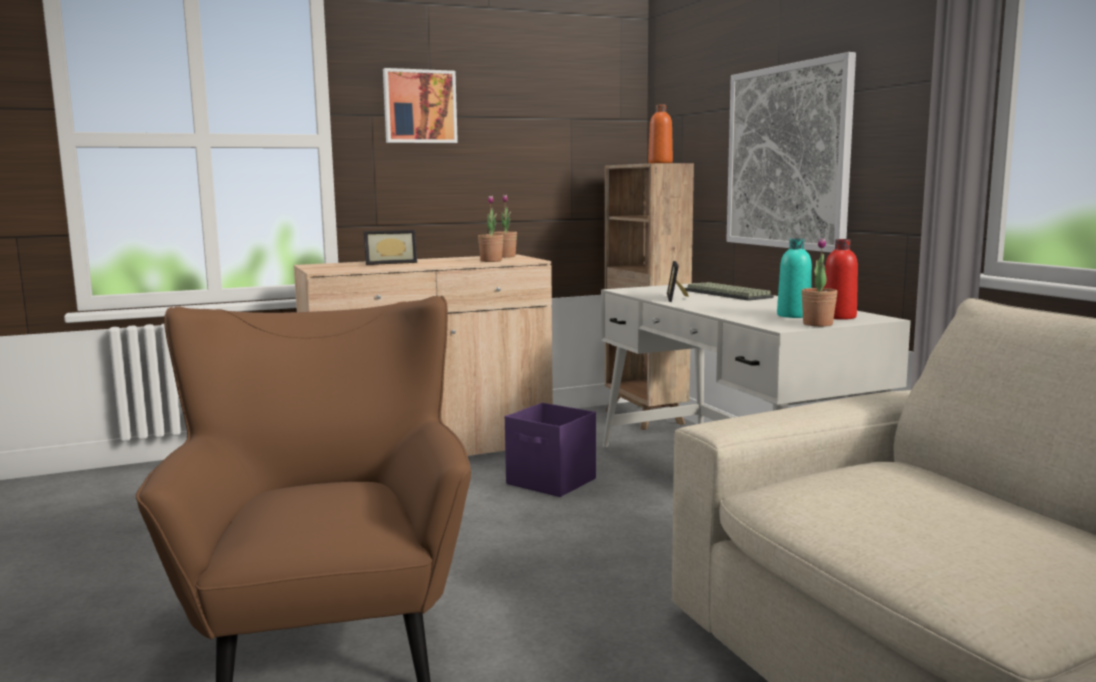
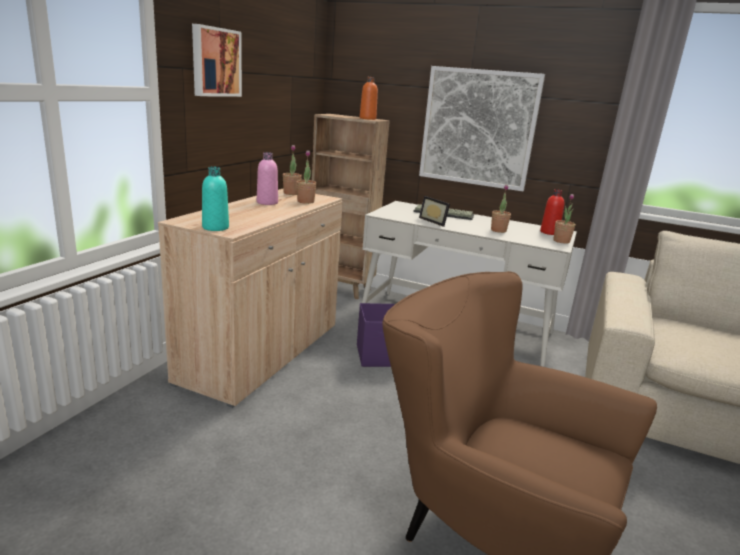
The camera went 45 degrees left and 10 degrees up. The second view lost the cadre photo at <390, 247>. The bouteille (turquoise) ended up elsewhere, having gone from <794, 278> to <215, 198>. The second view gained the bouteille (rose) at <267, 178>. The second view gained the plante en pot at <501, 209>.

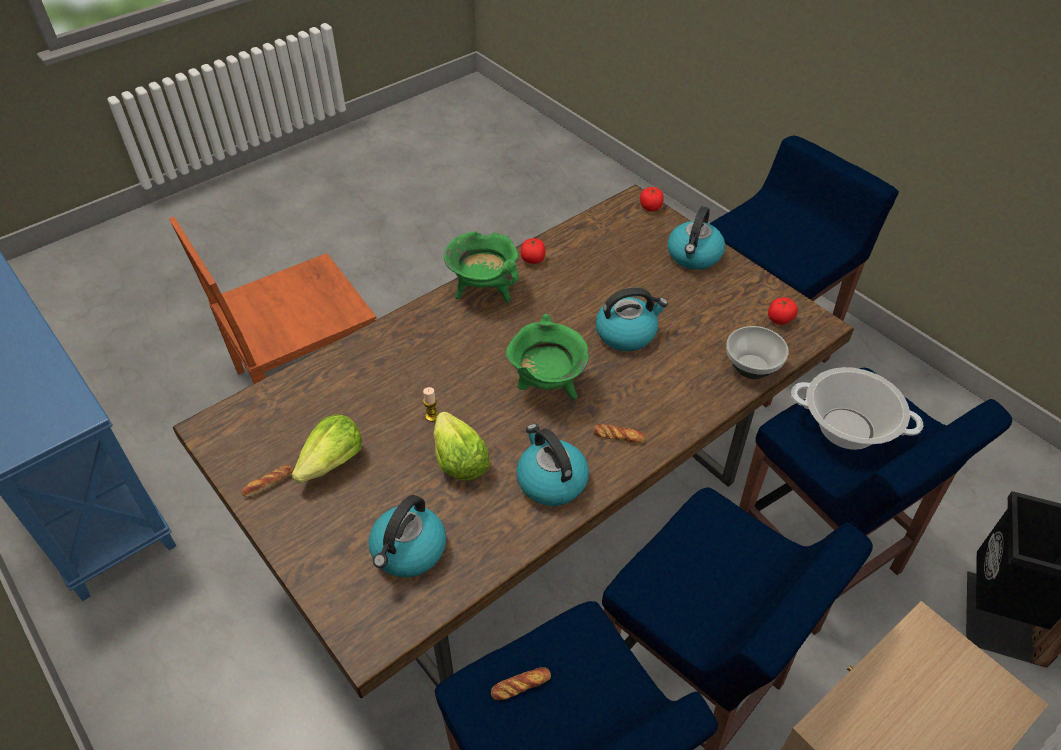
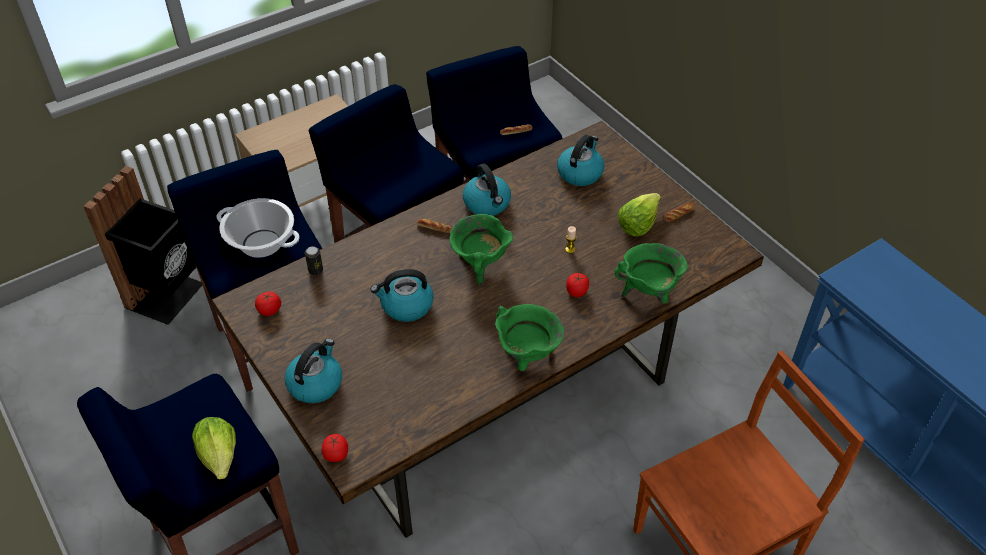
The camera went 175 degrees left and 0 degrees up. The tomate ended up elsewhere, having gone from <533, 251> to <577, 285>. Where the bol stood at <757, 352>, the boîte métallique came to stand at <314, 260>. The laitue ended up elsewhere, having gone from <462, 446> to <214, 448>. The second view gained the marmite (vert) at <651, 273>.

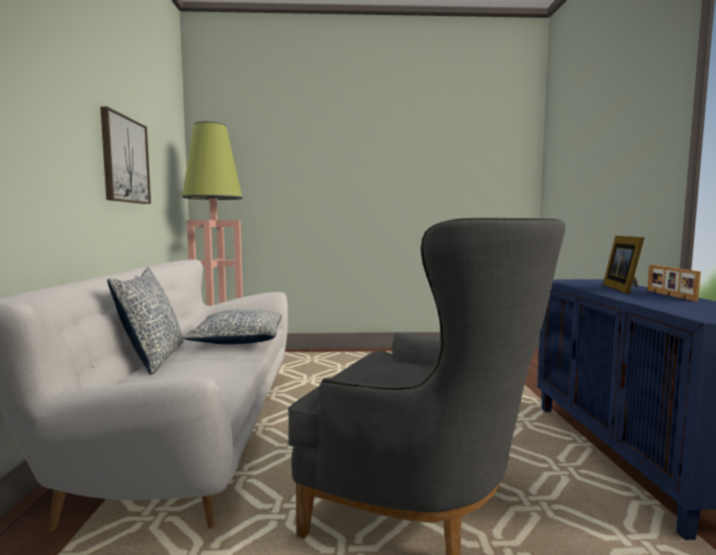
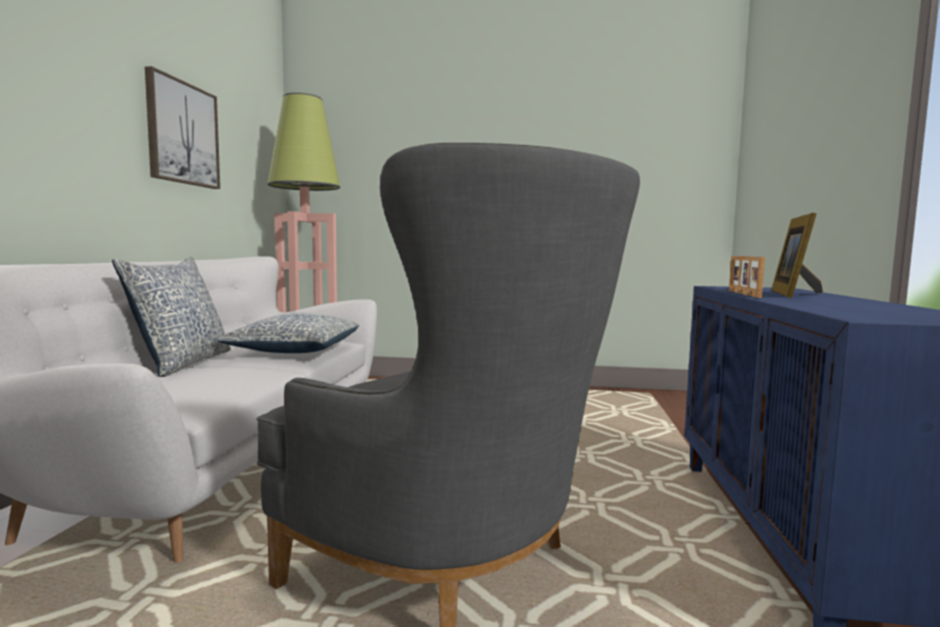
The camera went 10 degrees right and 0 degrees up. The cadre photo ended up elsewhere, having gone from <674, 283> to <747, 277>.

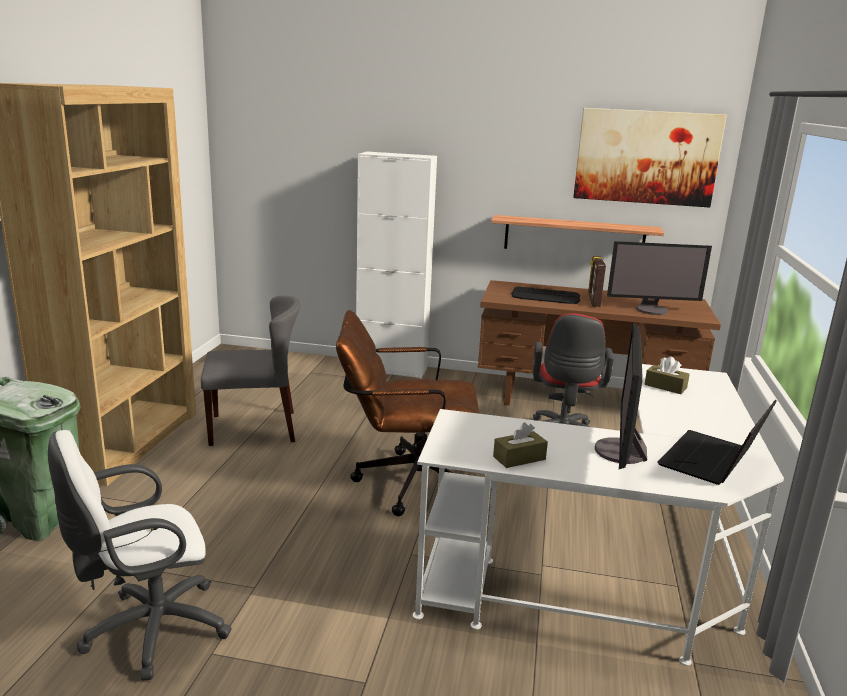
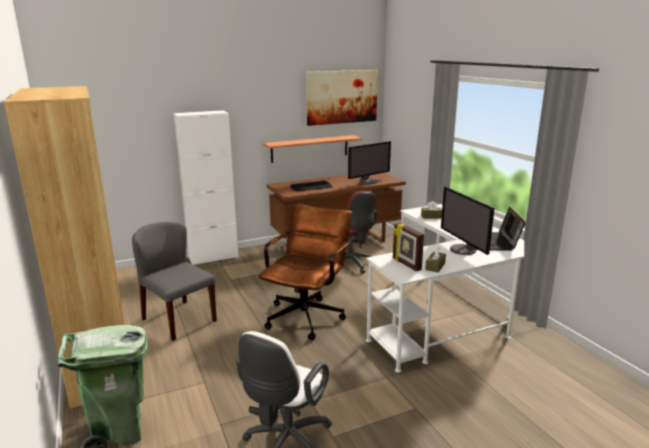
The camera went 35 degrees left and 0 degrees up. The cadre photo ended up elsewhere, having gone from <597, 281> to <408, 247>. The chaise (gris) at <250, 370> ended up facing another way, 90 degrees counterclockwise from before. The chaise de bureau (marron) at <408, 413> ended up facing another way, 150 degrees clockwise from before.

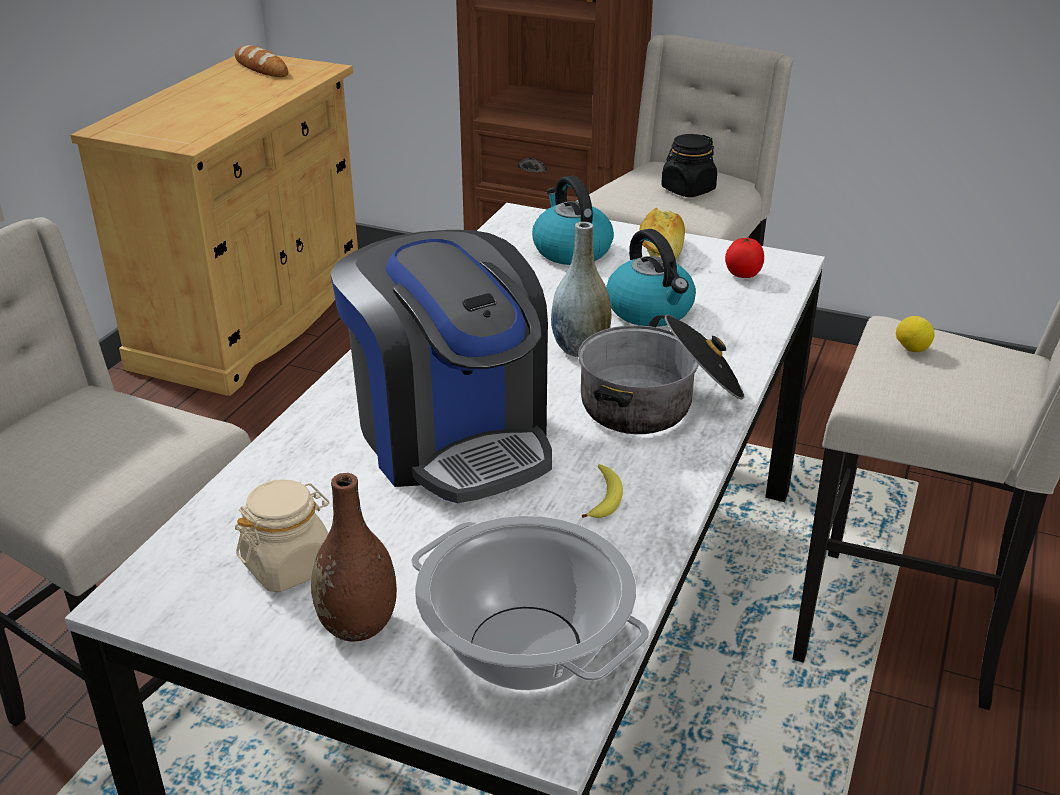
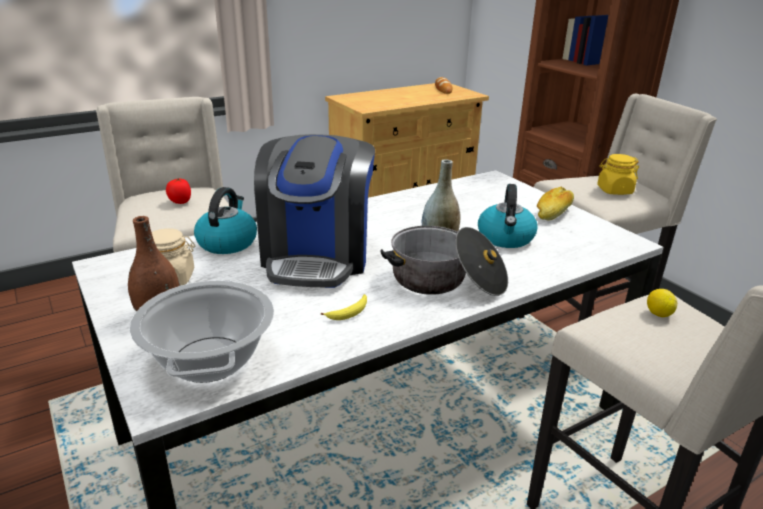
The camera went 35 degrees right and 5 degrees down. What was the bocal (noir) at <689, 165> turned into the bocal (jaune) at <618, 174>. The bouilloire ended up elsewhere, having gone from <573, 220> to <225, 220>. The tomate ended up elsewhere, having gone from <744, 257> to <178, 191>.

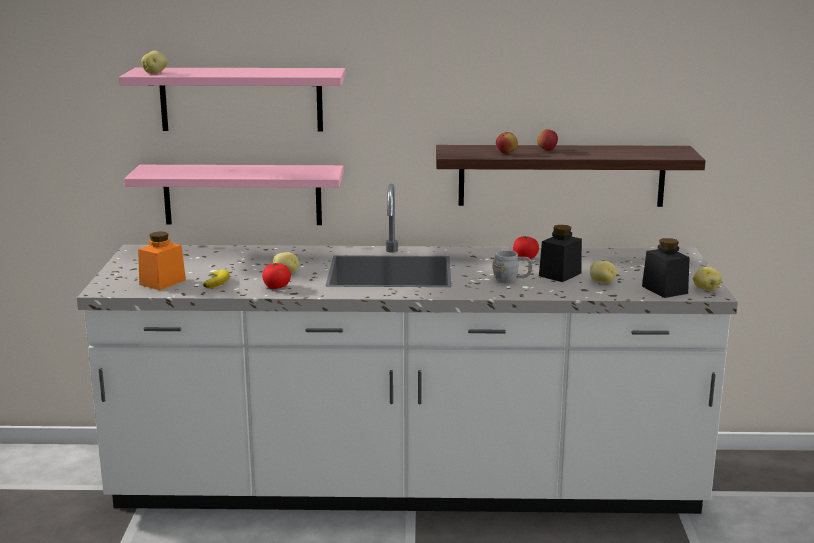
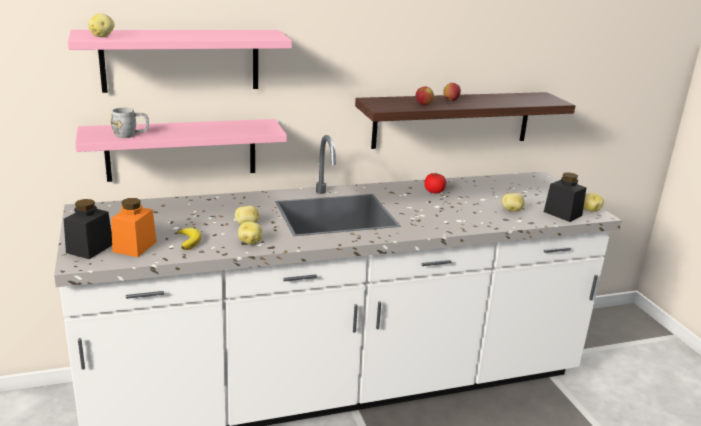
The camera went 20 degrees left and 5 degrees up. The bocal (noir) ended up elsewhere, having gone from <560, 253> to <88, 229>. The mug (gris) ended up elsewhere, having gone from <512, 266> to <129, 123>. Where the tomate stood at <276, 276>, the pomme de terre came to stand at <250, 232>.

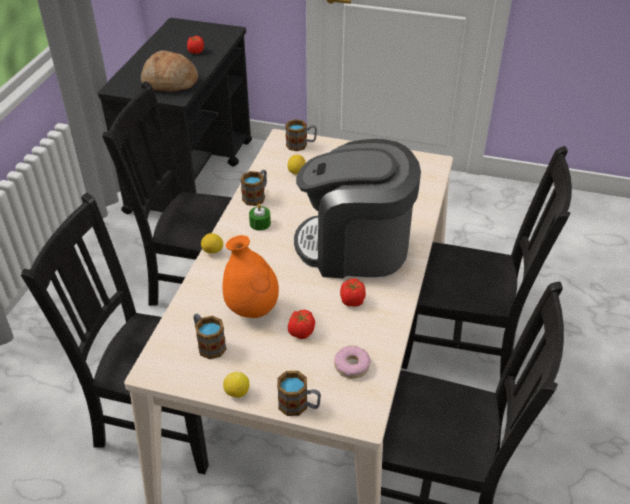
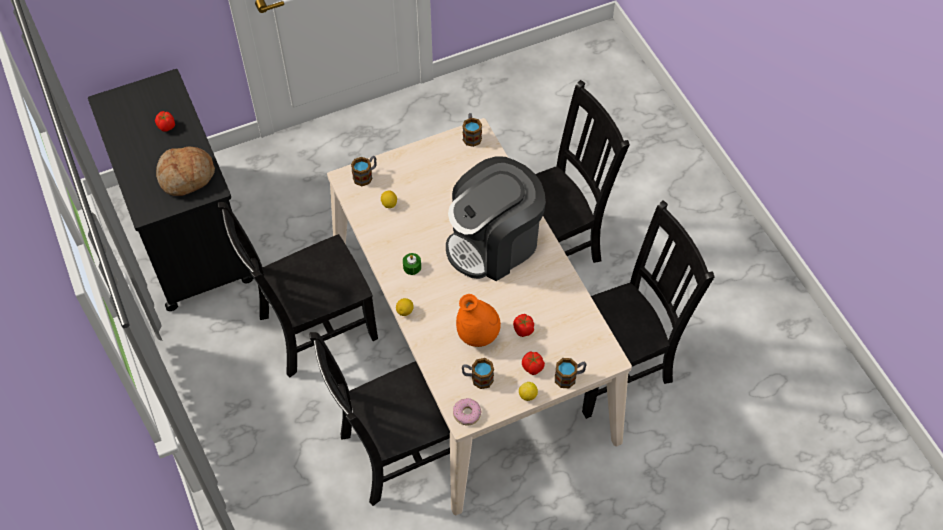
The camera went 40 degrees left and 15 degrees up. The mug ended up elsewhere, having gone from <253, 188> to <472, 130>. The tomate ended up elsewhere, having gone from <353, 292> to <533, 363>. The beignet ended up elsewhere, having gone from <352, 362> to <467, 412>.

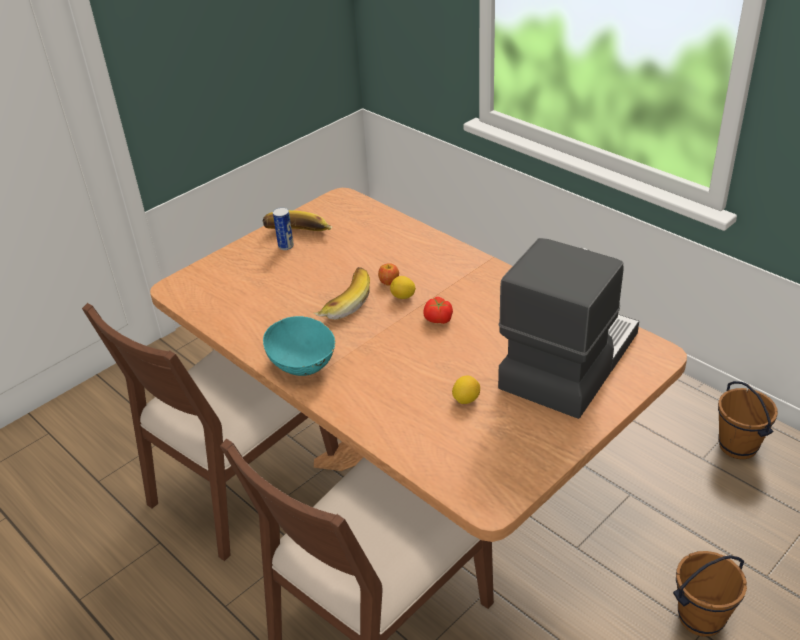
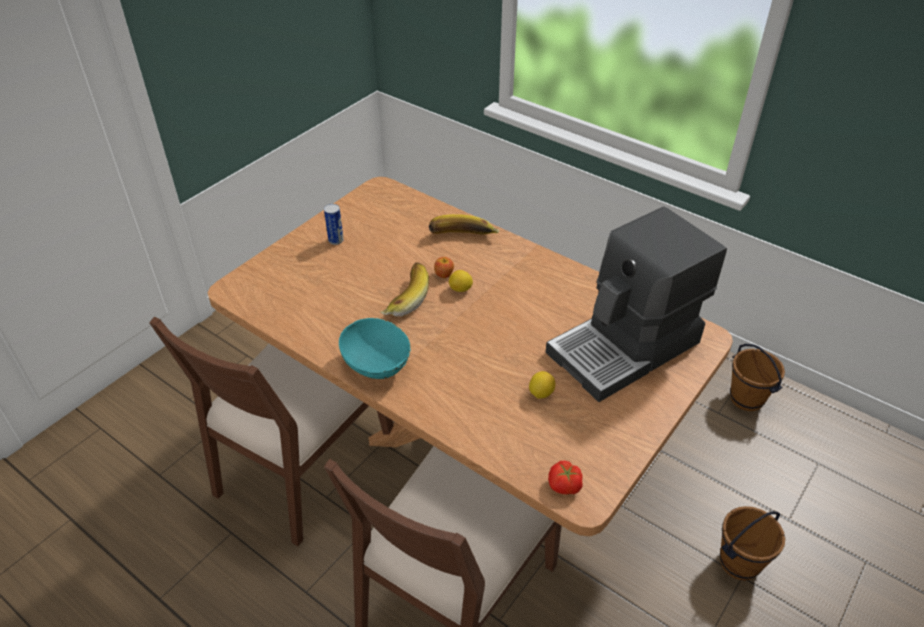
The camera went 10 degrees left and 5 degrees up. The banane ended up elsewhere, having gone from <297, 220> to <464, 224>. The machine à café at <568, 328> ended up facing another way, 150 degrees counterclockwise from before. The tomate ended up elsewhere, having gone from <438, 310> to <565, 477>.

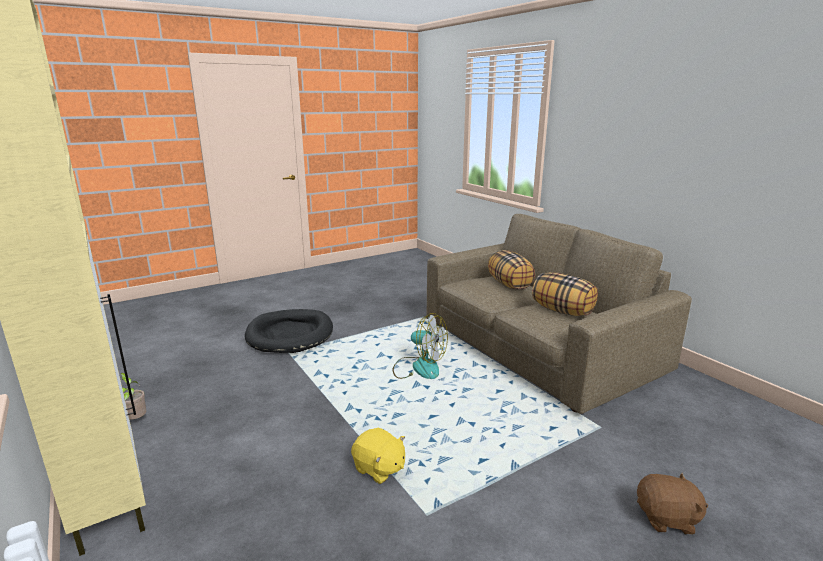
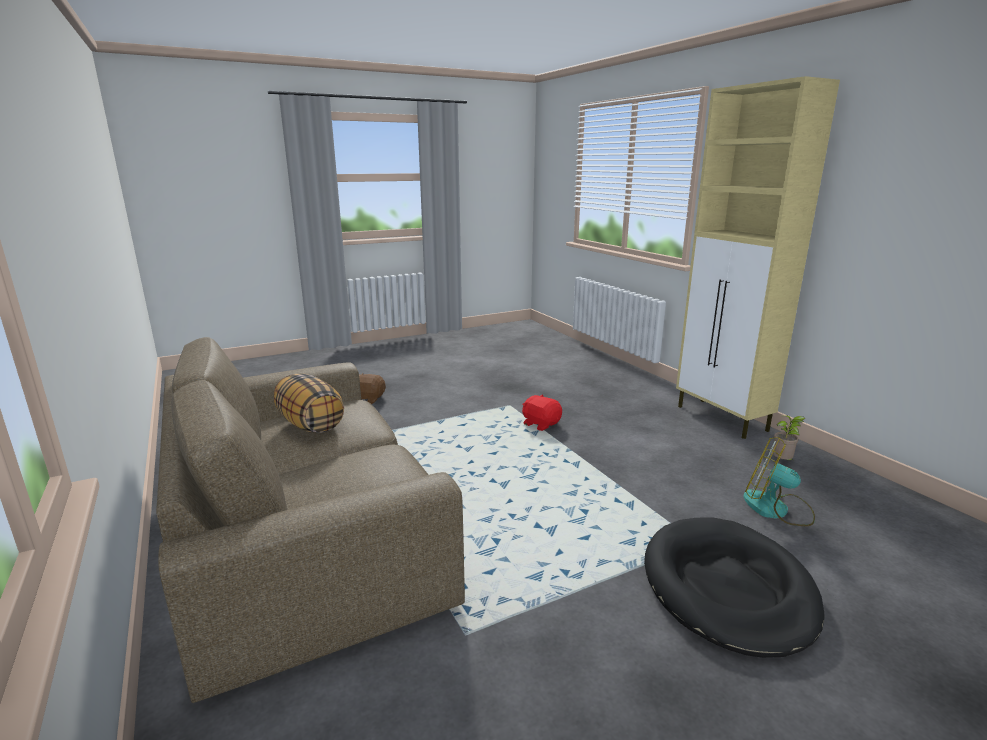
The camera went 175 degrees left and 0 degrees up. The second view lost the coussin at <511, 269>. The ventilateur ended up elsewhere, having gone from <420, 346> to <779, 481>. What was the peluche (jaune) at <378, 455> turned into the peluche (rouge) at <542, 413>.

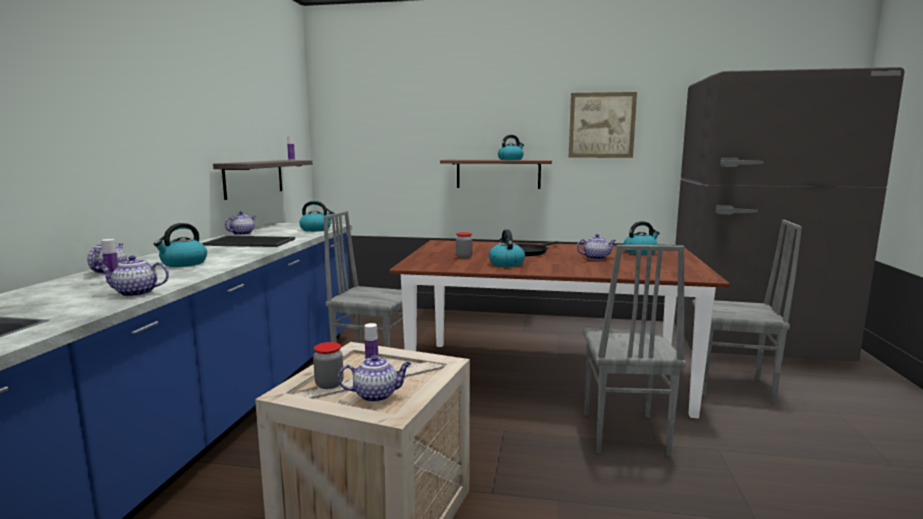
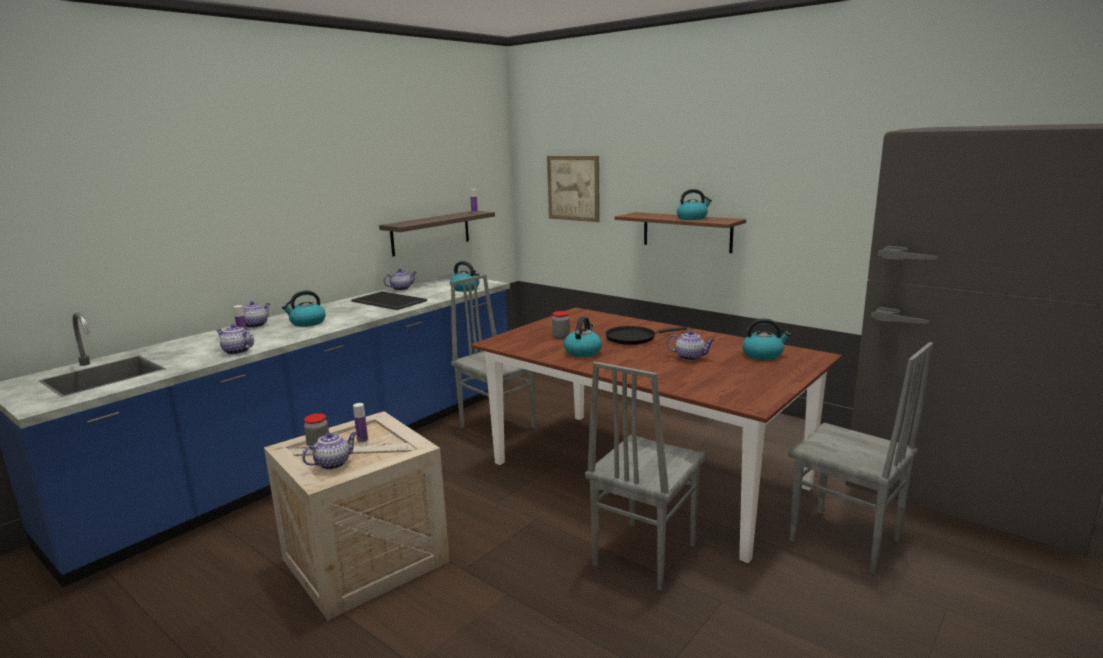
The camera went 30 degrees right and 5 degrees up. The tableau ended up elsewhere, having gone from <603, 125> to <573, 189>. The théière at <374, 378> ended up facing another way, 60 degrees counterclockwise from before.

